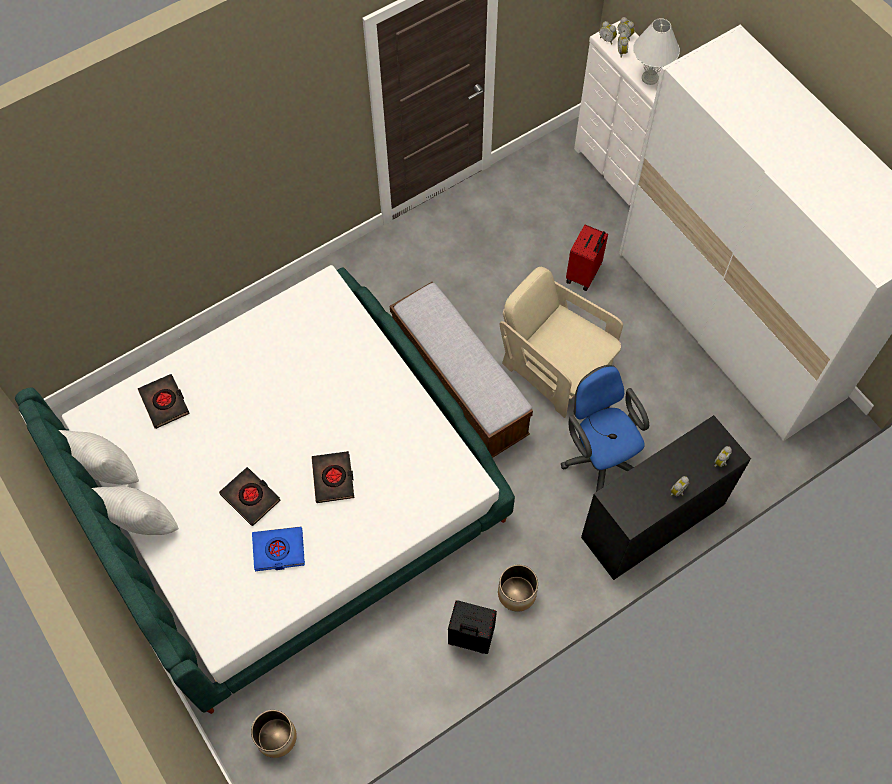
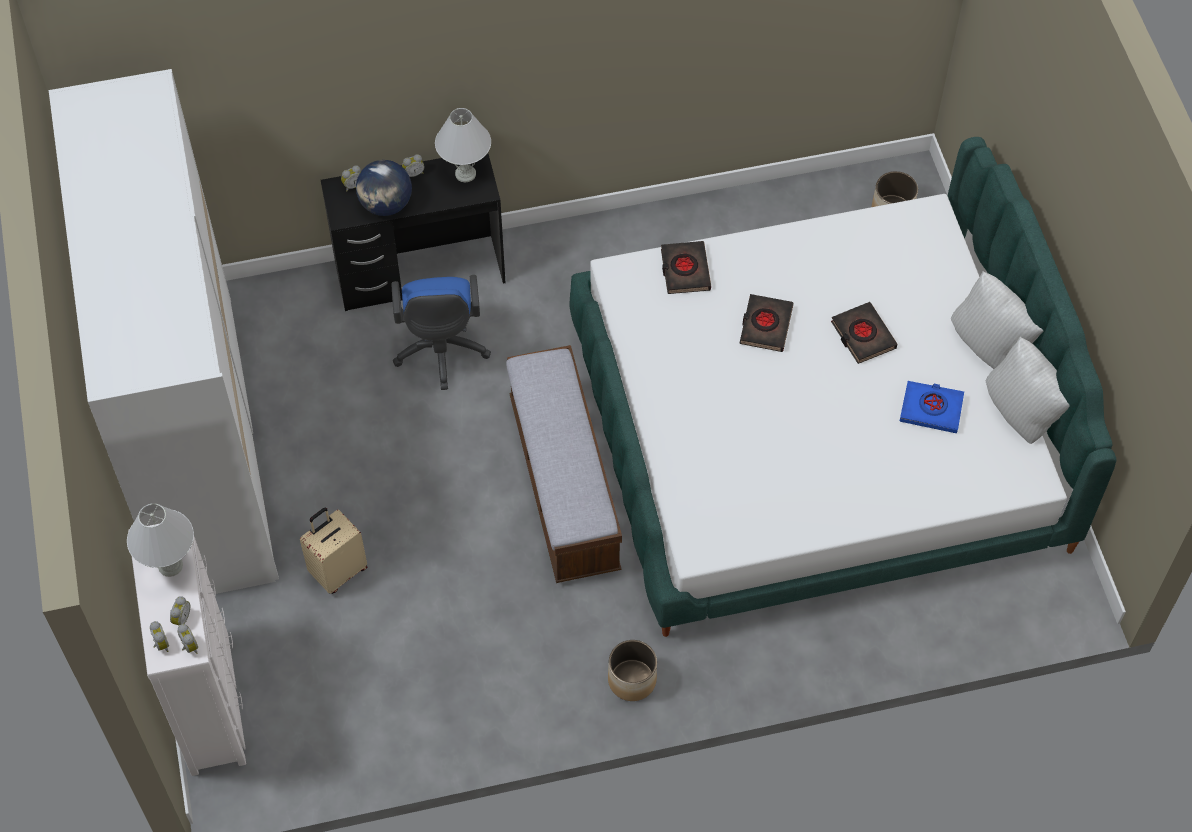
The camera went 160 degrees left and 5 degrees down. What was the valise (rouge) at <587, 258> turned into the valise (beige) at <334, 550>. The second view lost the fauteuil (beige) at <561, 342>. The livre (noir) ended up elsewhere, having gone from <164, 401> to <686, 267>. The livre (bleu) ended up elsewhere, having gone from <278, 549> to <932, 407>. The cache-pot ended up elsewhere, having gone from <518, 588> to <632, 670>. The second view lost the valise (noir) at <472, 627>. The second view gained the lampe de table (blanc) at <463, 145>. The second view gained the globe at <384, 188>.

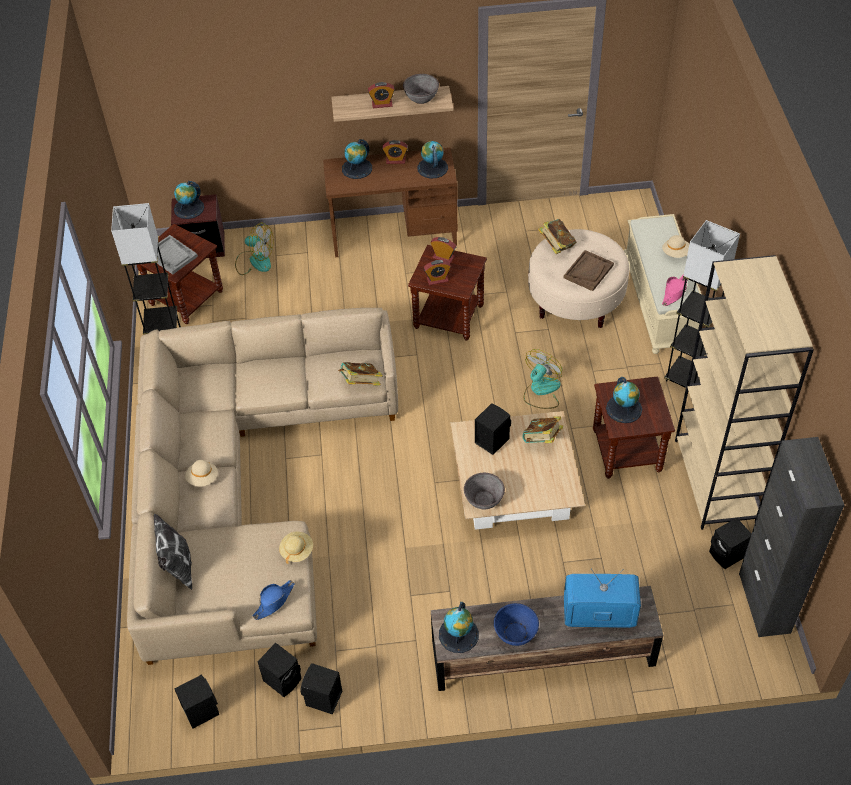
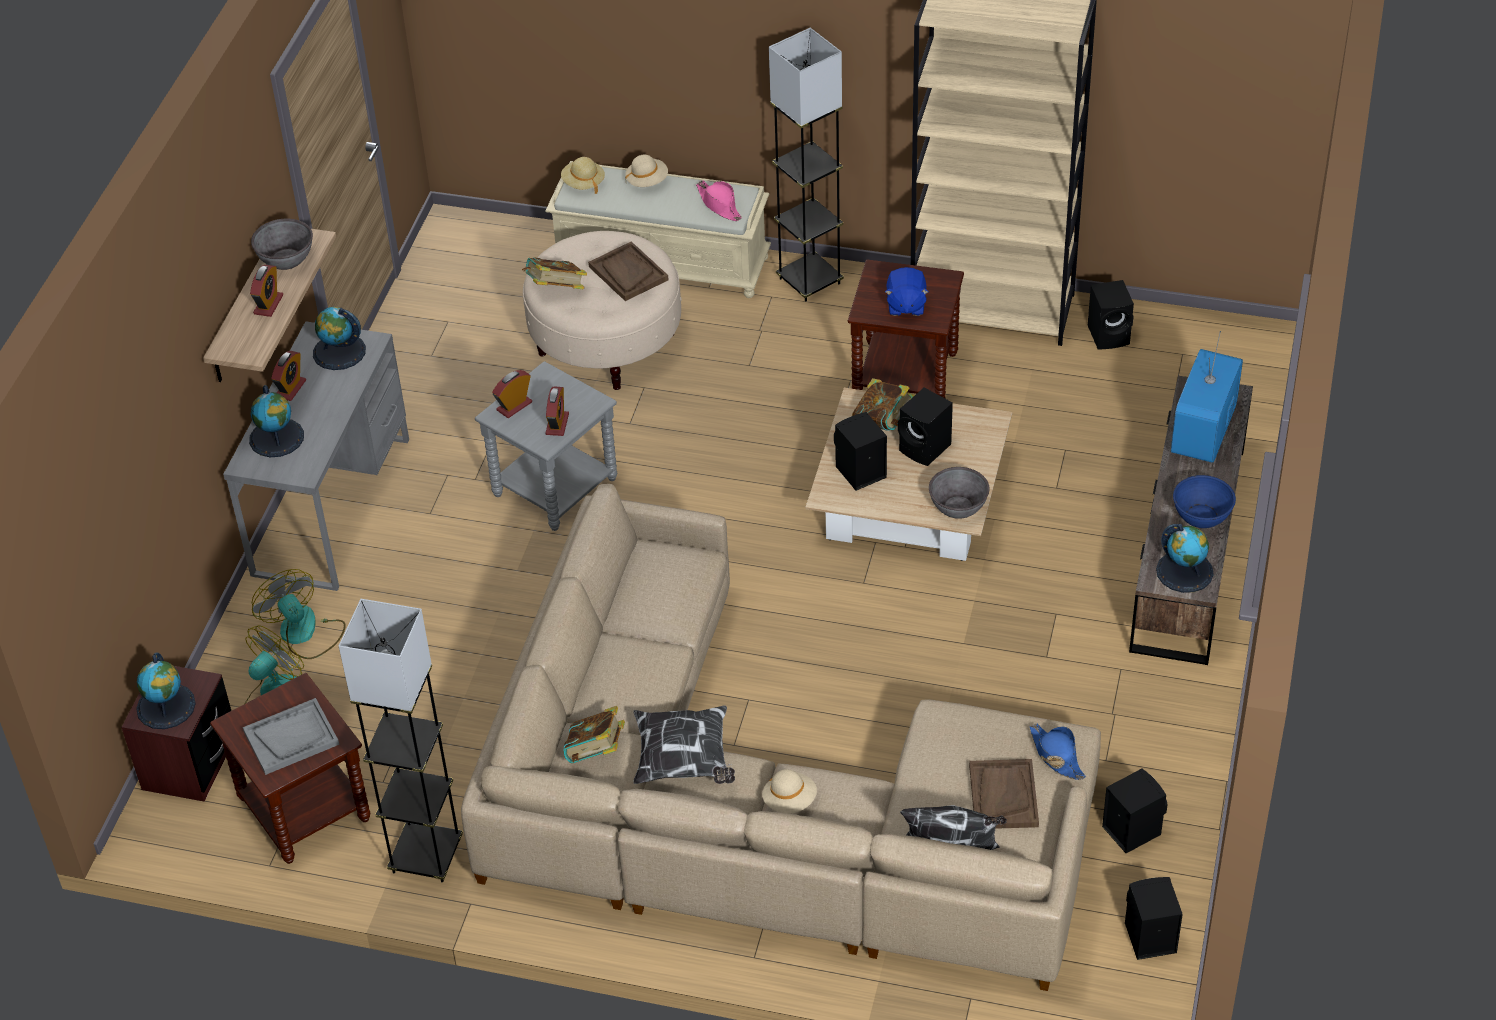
The camera went 70 degrees left and 5 degrees down. What was the bureau (marron) at <390, 202> turned into the bureau (gris) at <316, 456>. What was the table d'appoint (marron) at <447, 293> turned into the table d'appoint (gris) at <546, 446>. The ventilateur ended up elsewhere, having gone from <543, 379> to <299, 614>. The livre ended up elsewhere, having gone from <360, 374> to <594, 734>. Where the globe stood at <624, 400>, the peluche (bleu) came to stand at <907, 291>. The second view lost the meuble de rangement (noir) at <791, 537>. The chapeau (beige) ended up elsewhere, having gone from <296, 548> to <583, 175>. The enceinte (noir) ended up elsewhere, having gone from <321, 689> to <925, 427>. The second view gained the coussin at <684, 744>. The second view gained the plateau (marron) at <1004, 794>.

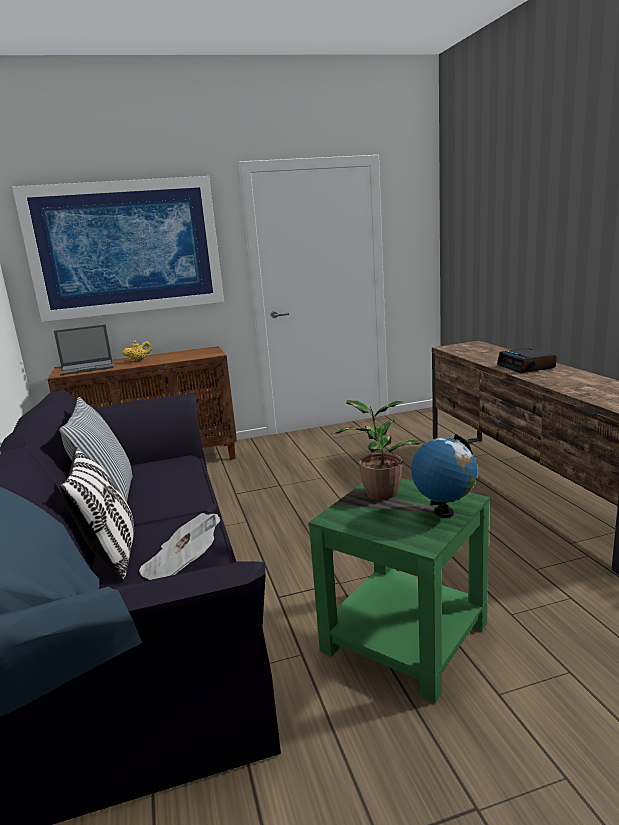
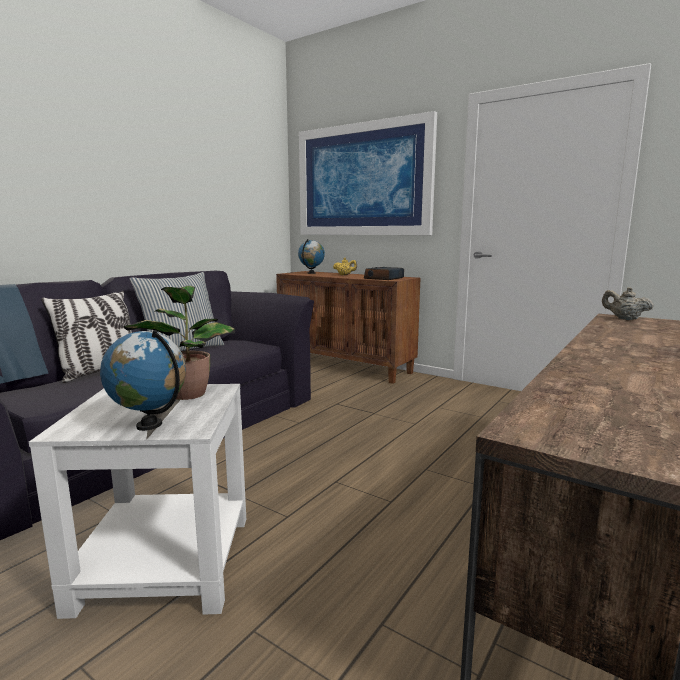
The camera went 50 degrees right and 5 degrees down. Where the ordinateur portable stood at <84, 350>, the globe came to stand at <311, 256>. The réveil ended up elsewhere, having gone from <526, 360> to <384, 273>. What was the table d'appoint (vert) at <399, 590> turned into the table d'appoint (blanc) at <137, 501>. The second view lost the journal at <179, 546>. The second view gained the théière (beige) at <628, 303>.

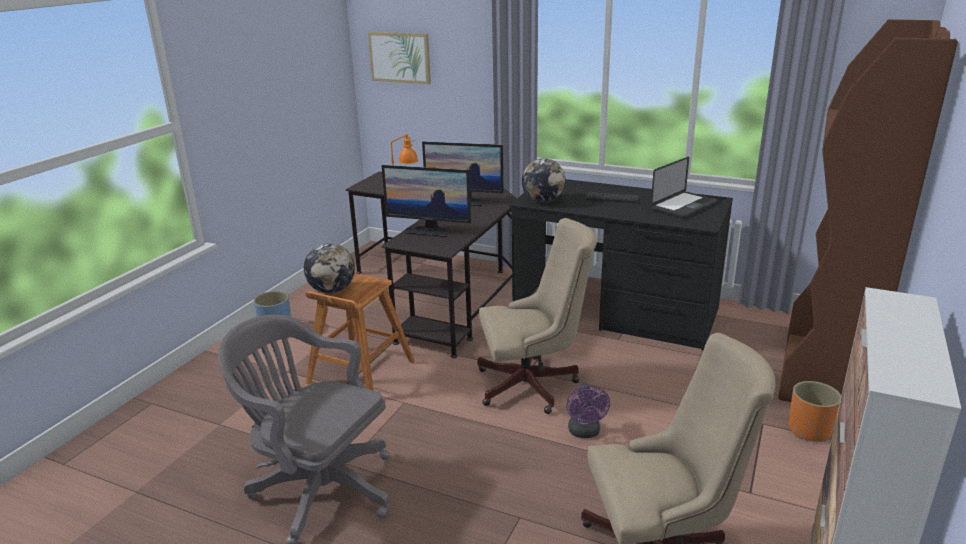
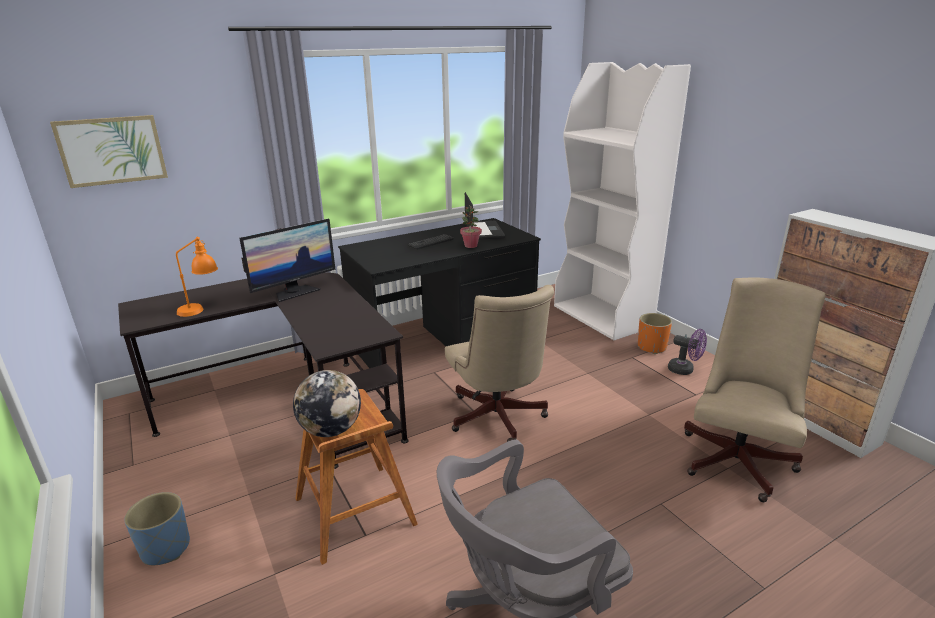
The camera went 55 degrees left and 0 degrees up. What was the bibliothèque (marron) at <868, 210> turned into the bibliothèque (blanc) at <622, 201>. The second view lost the globe at <544, 180>. The second view lost the écran d'ordinateur at <426, 201>. The chaise de bureau (beige) at <537, 316> ended up facing another way, 135 degrees clockwise from before. The ventilateur (violet) ended up elsewhere, having gone from <588, 410> to <687, 352>. The second view gained the plante en pot at <471, 226>.

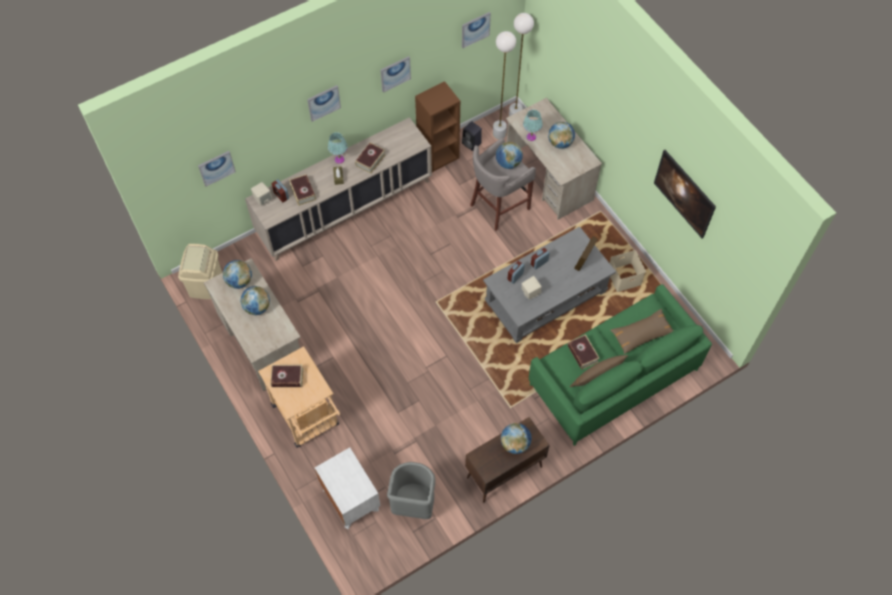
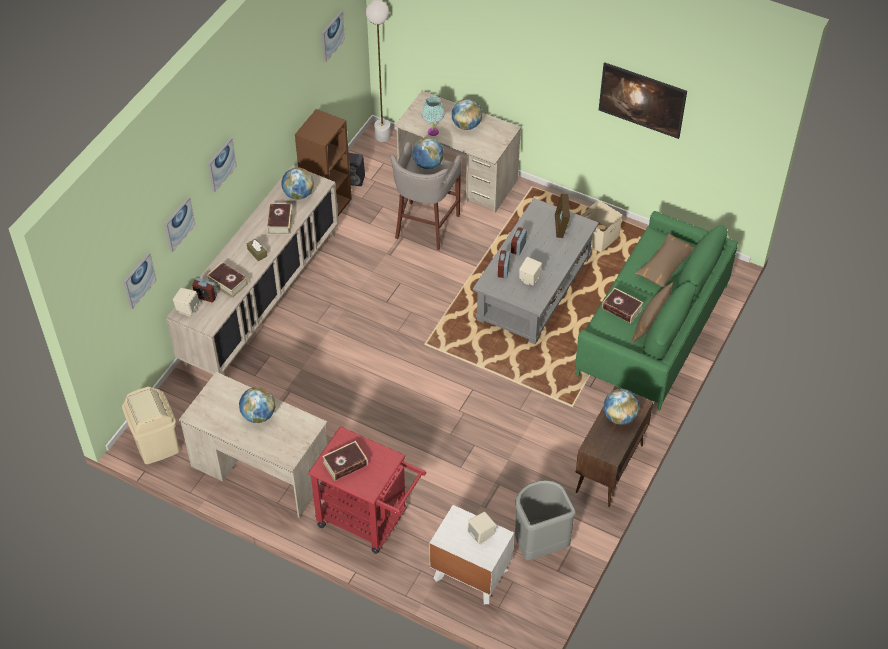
The camera went 30 degrees left and 10 degrees down. The second view lost the lampadaire (blanc) at <504, 85>. The tableau ended up elsewhere, having gone from <395, 74> to <180, 224>. The second view lost the lampe de table (turquoise) at <338, 148>. The globe ended up elsewhere, having gone from <237, 274> to <297, 183>. What was the chariot (beige) at <299, 397> turned into the chariot (rouge) at <367, 490>. The second view gained the enceinte (beige) at <481, 528>.

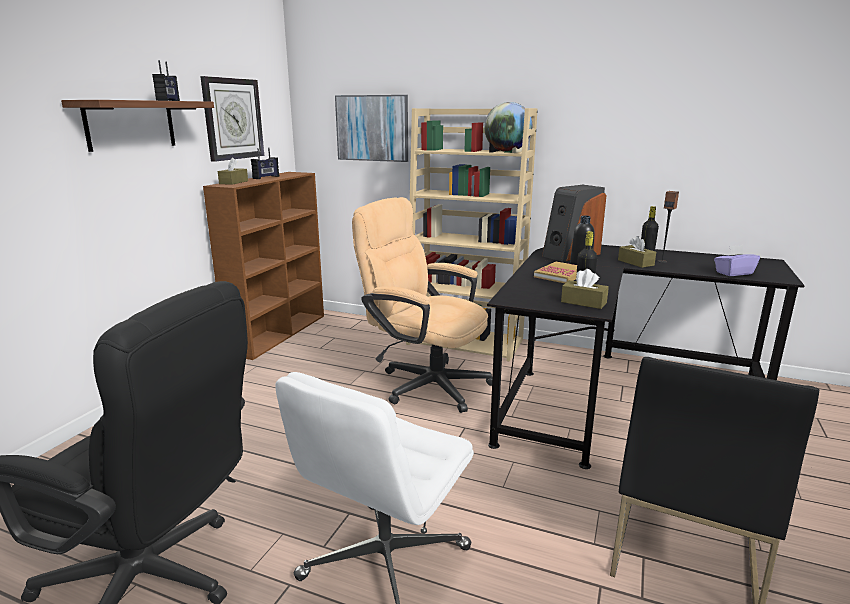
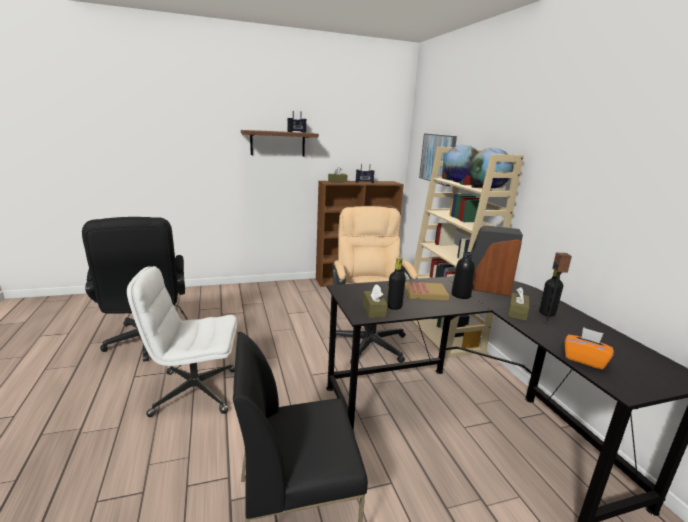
The camera went 50 degrees right and 0 degrees up. The second view lost the horloge murale at <232, 119>. What was the boîte à mouchoirs (violet) at <737, 260> turned into the boîte à mouchoirs (orange) at <589, 348>. The second view gained the globe at <461, 164>.

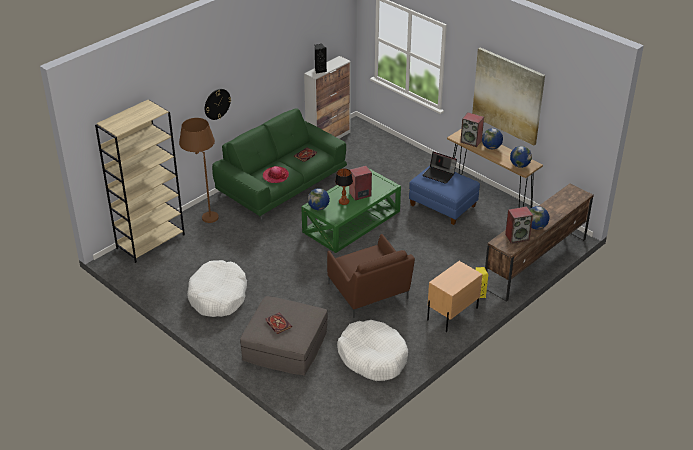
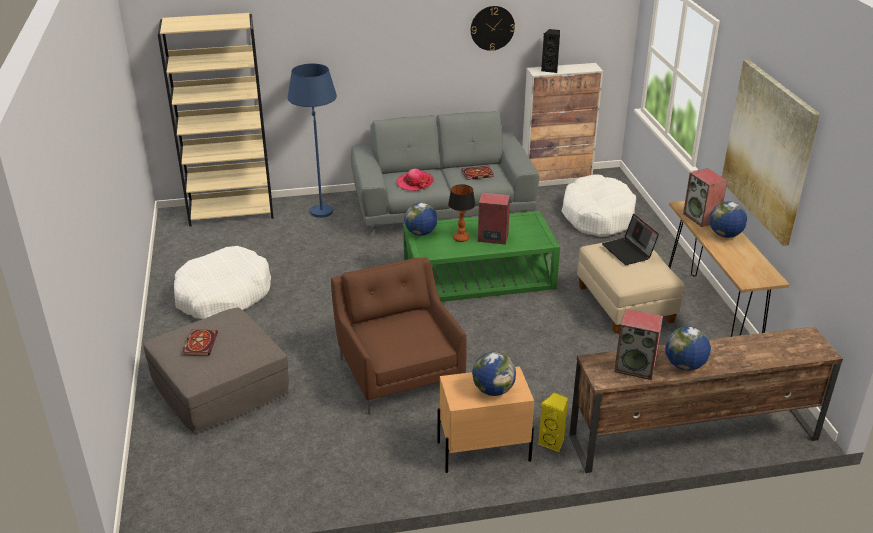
The camera went 35 degrees right and 5 degrees down. The horloge murale ended up elsewhere, having gone from <218, 104> to <493, 28>. What was the canapé (vert) at <279, 165> turned into the canapé (gris) at <445, 174>. What was the lampadaire (marron) at <199, 170> turned into the lampadaire (bleu) at <312, 140>. The globe ended up elsewhere, having gone from <521, 157> to <494, 374>. What was the pouf (bleu) at <444, 195> turned into the pouf (beige) at <630, 286>. The fauteuil (marron) at <371, 276> ended up facing another way, 150 degrees clockwise from before. The panier pour chien (blanc) ended up elsewhere, having gone from <372, 350> to <599, 205>.

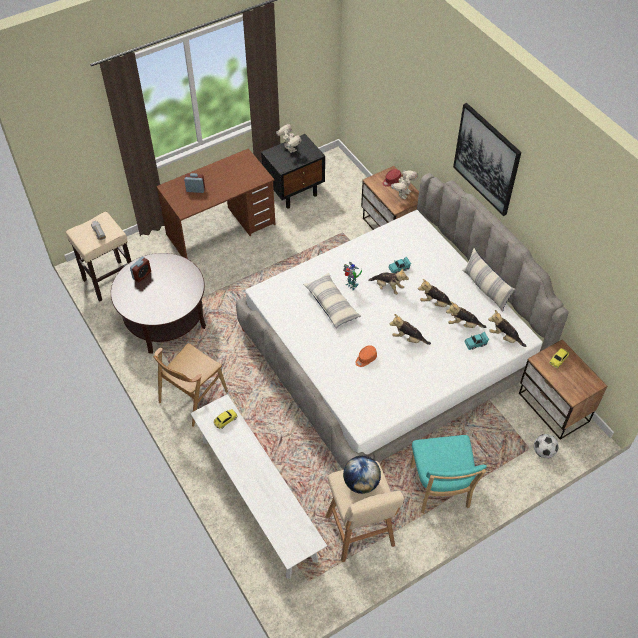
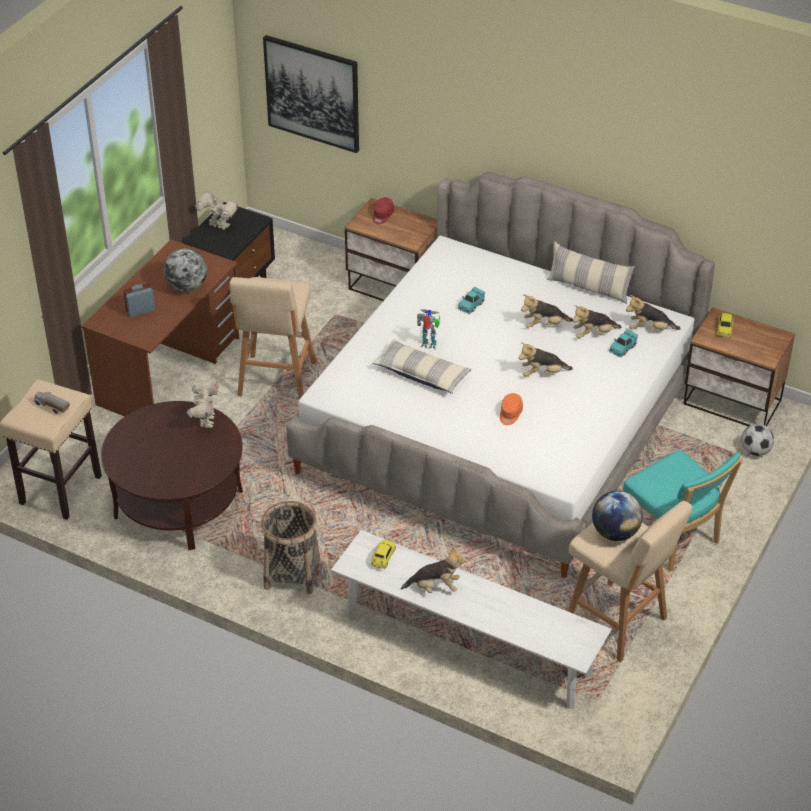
The camera went 30 degrees left and 10 degrees down. The tableau ended up elsewhere, having gone from <487, 159> to <311, 94>. The robot jouet ended up elsewhere, having gone from <404, 184> to <202, 404>. The second view lost the réveil at <140, 269>. The peluche ended up elsewhere, having gone from <388, 281> to <433, 570>. Where the chaise (marron) stood at <190, 385>, the panier came to stand at <290, 547>. The second view gained the globe at <185, 270>. The second view gained the tabouret (beige) at <272, 338>.

